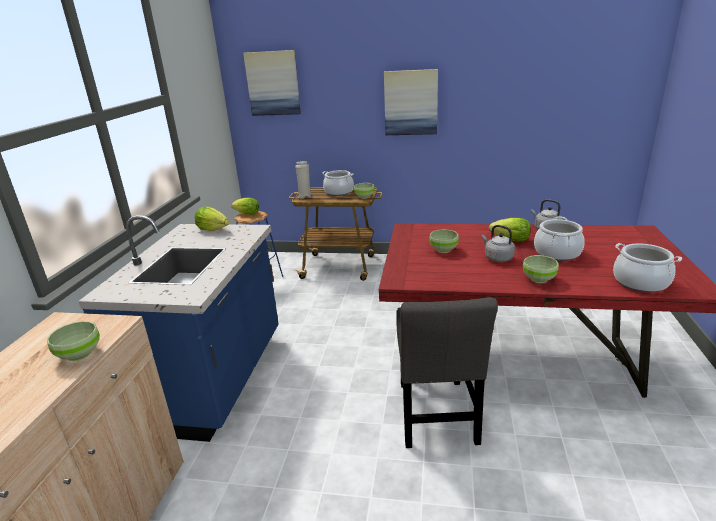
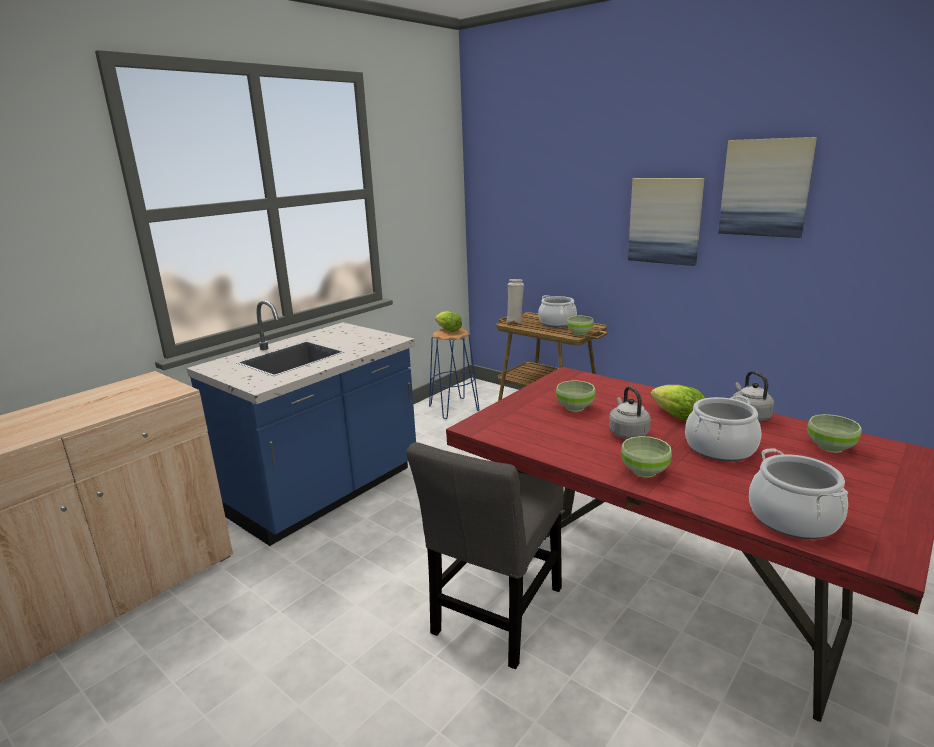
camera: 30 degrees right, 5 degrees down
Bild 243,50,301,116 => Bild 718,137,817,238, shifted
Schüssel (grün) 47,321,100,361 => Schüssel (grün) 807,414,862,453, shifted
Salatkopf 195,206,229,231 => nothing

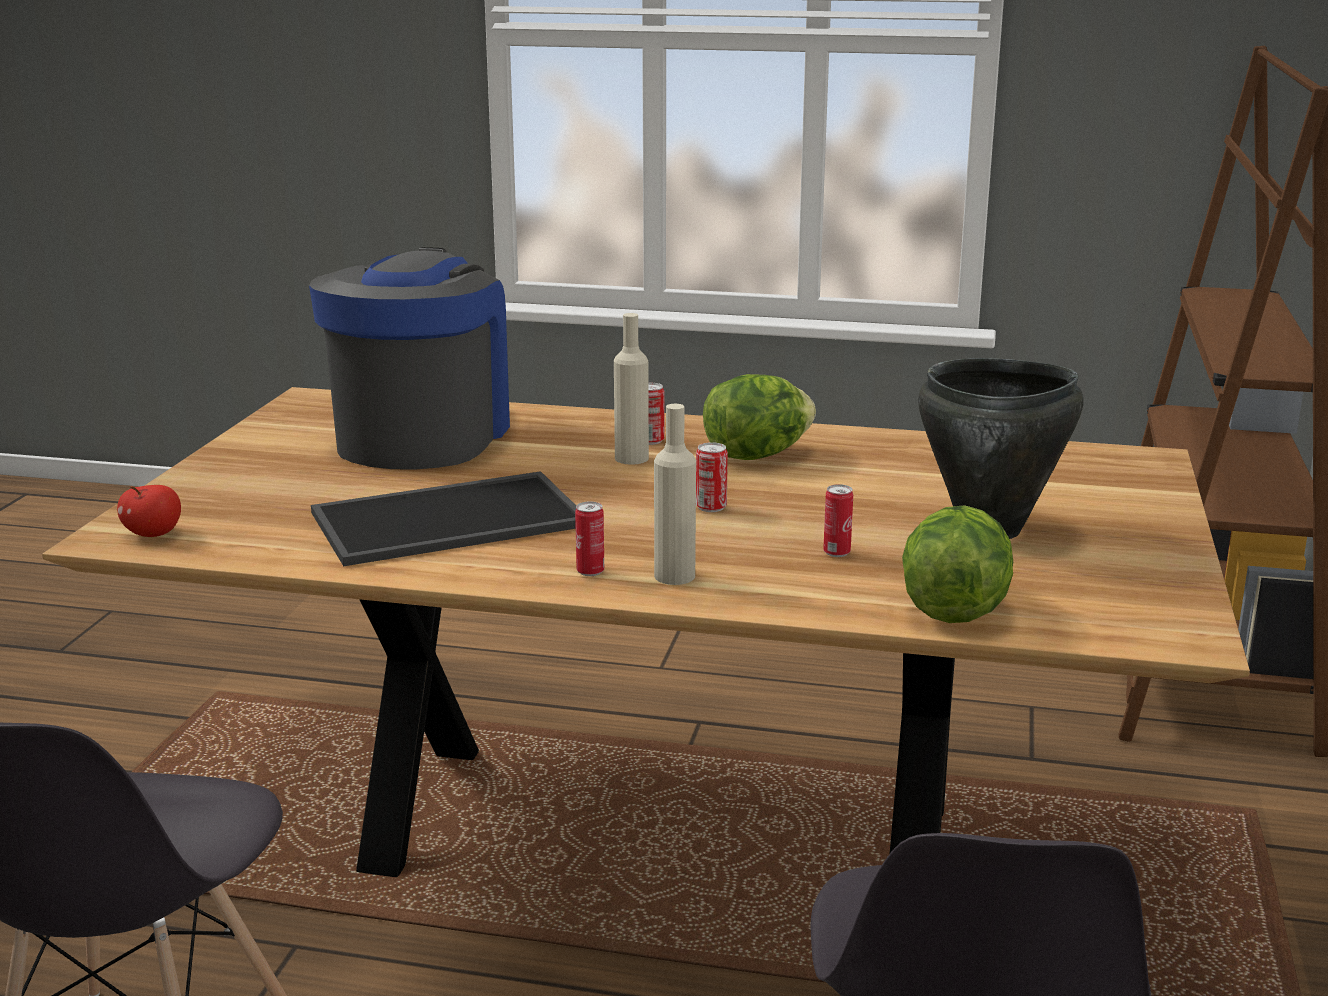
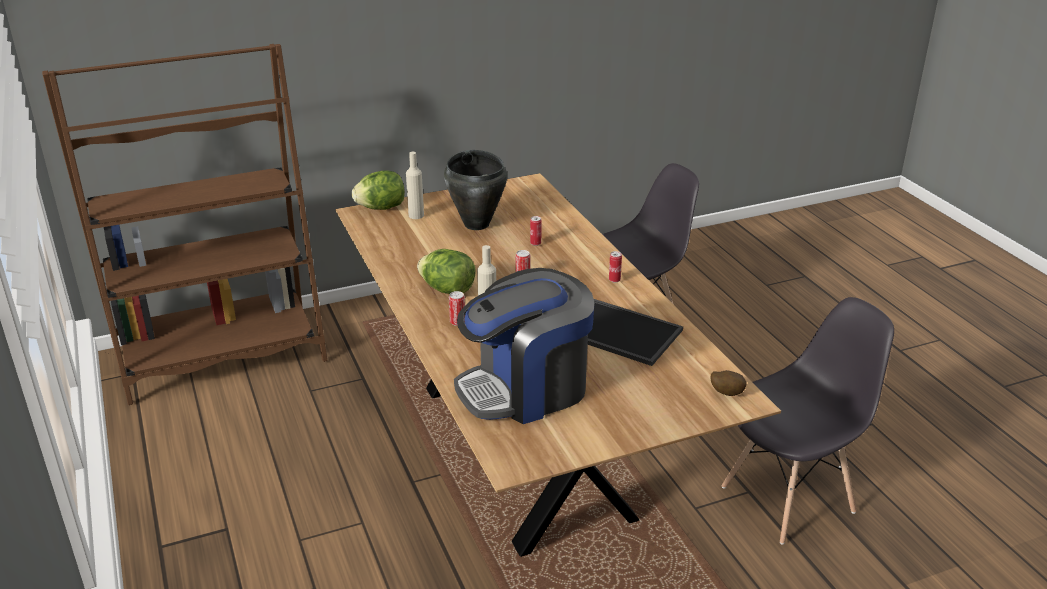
camera: 125 degrees left, 10 degrees up
Salatkopf 902,505,1013,623 => Salatkopf 352,170,405,210, shifted
Flasche (beige) 654,404,696,585 => Flasche (beige) 406,152,424,219, shifted
Apfel 117,485,181,537 => Kartoffel 711,370,747,396

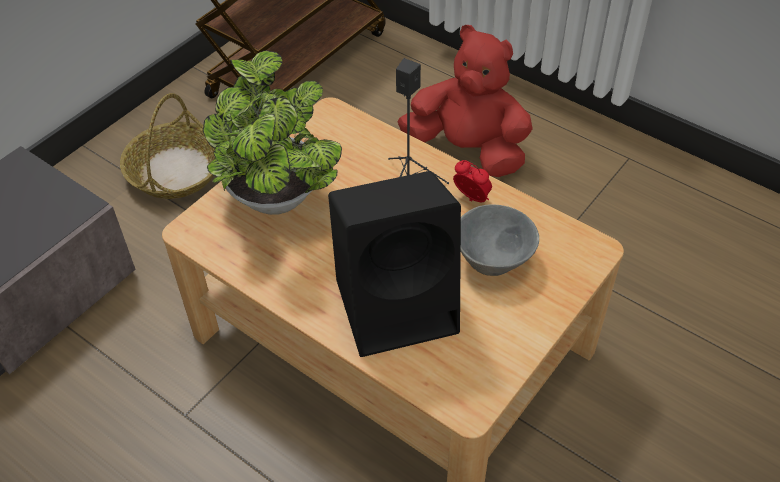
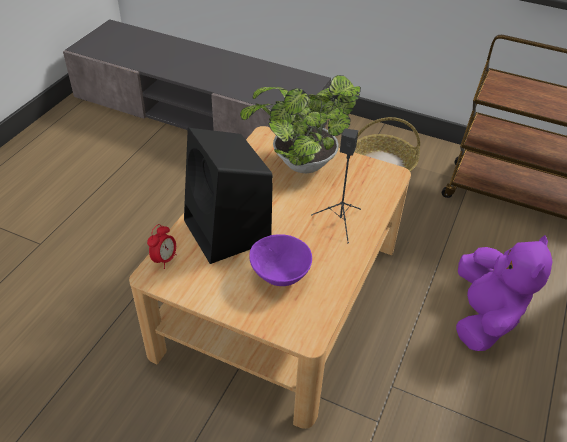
camera: 75 degrees right, 5 degrees down
Wecker 453,160,492,202 => Wecker 147,224,177,269, shifted
Schüssel (grau) 461,204,539,276 => Schüssel (lila) 249,234,312,286
Plüschtier (rot) 397,25,533,177 => Plüschtier (lila) 456,235,552,351

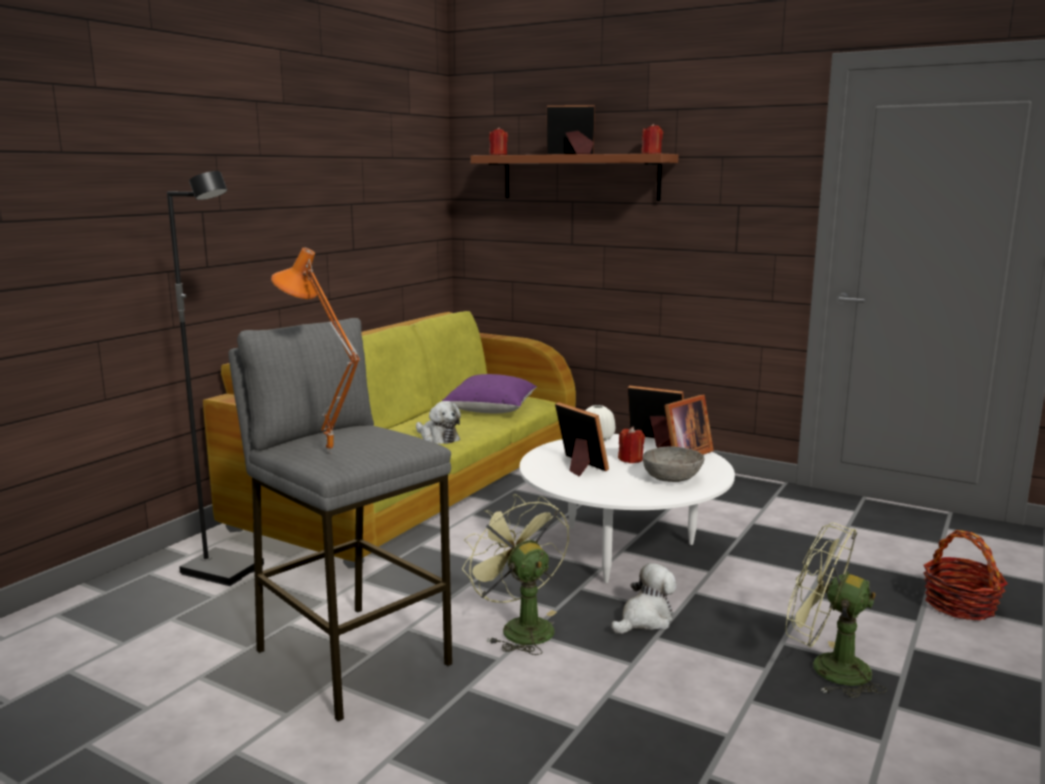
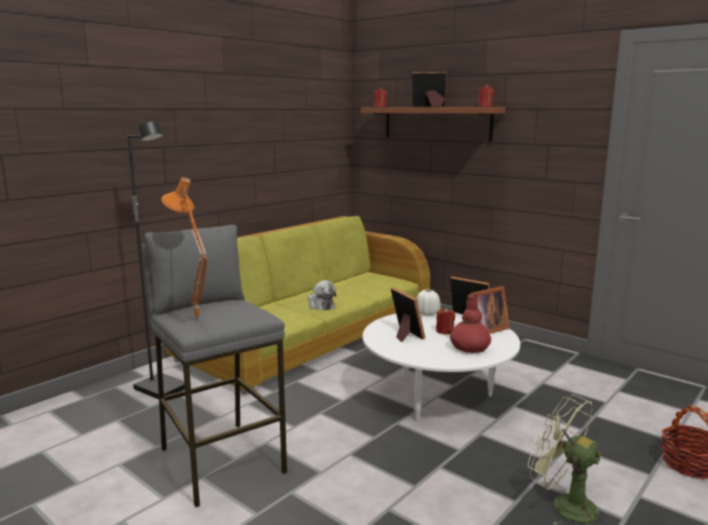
camera: 10 degrees right, 0 degrees up
Schüssel (grau) 642,447,704,482 => Vase (rot) 450,294,491,353
Kissen (lila) 442,374,537,413 => nothing
Ventilator (grün) 462,494,569,655 => nothing
Plüschtier 611,563,677,634 => nothing

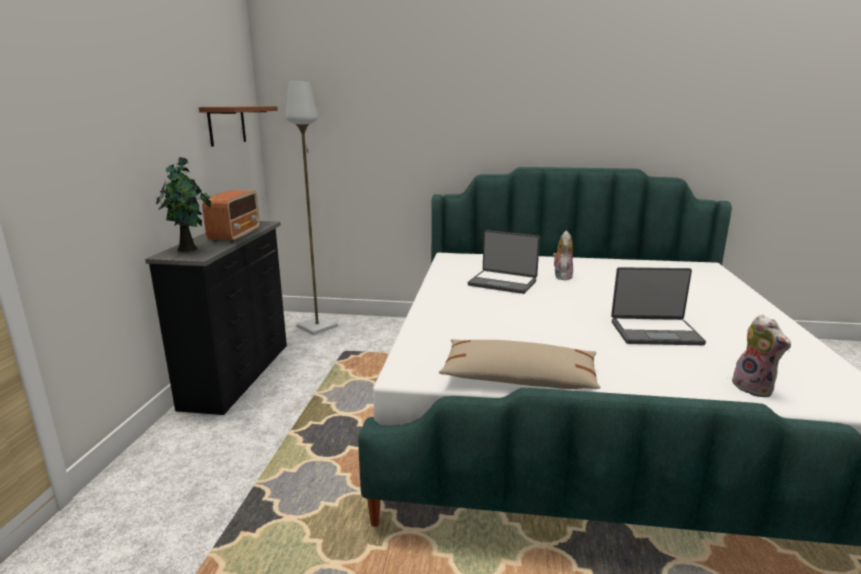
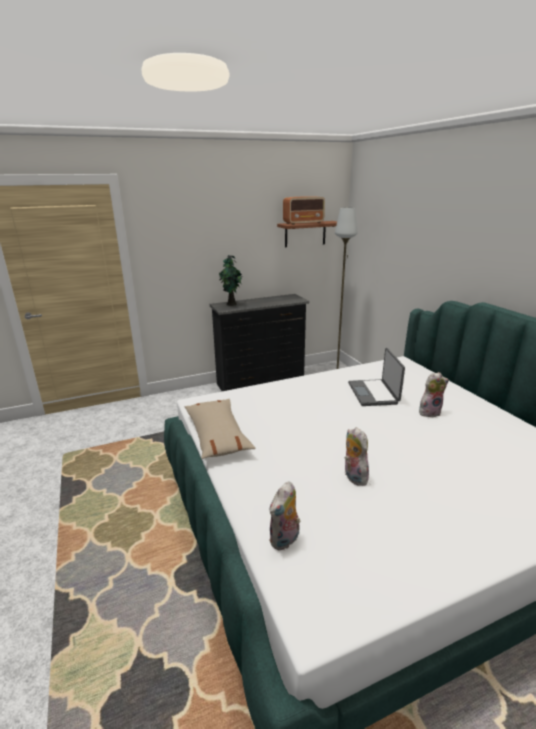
camera: 60 degrees right, 5 degrees up
Radio 202,190,260,242 => Radio 283,196,325,225, shifted
Laptop 611,267,706,345 => Plüschtier 344,427,369,486

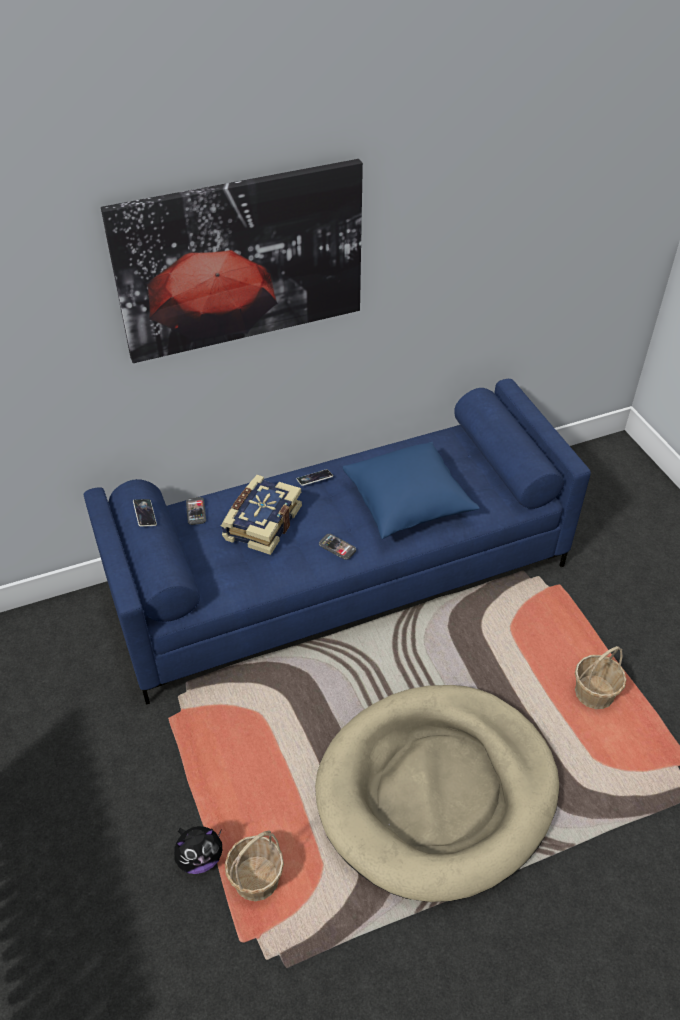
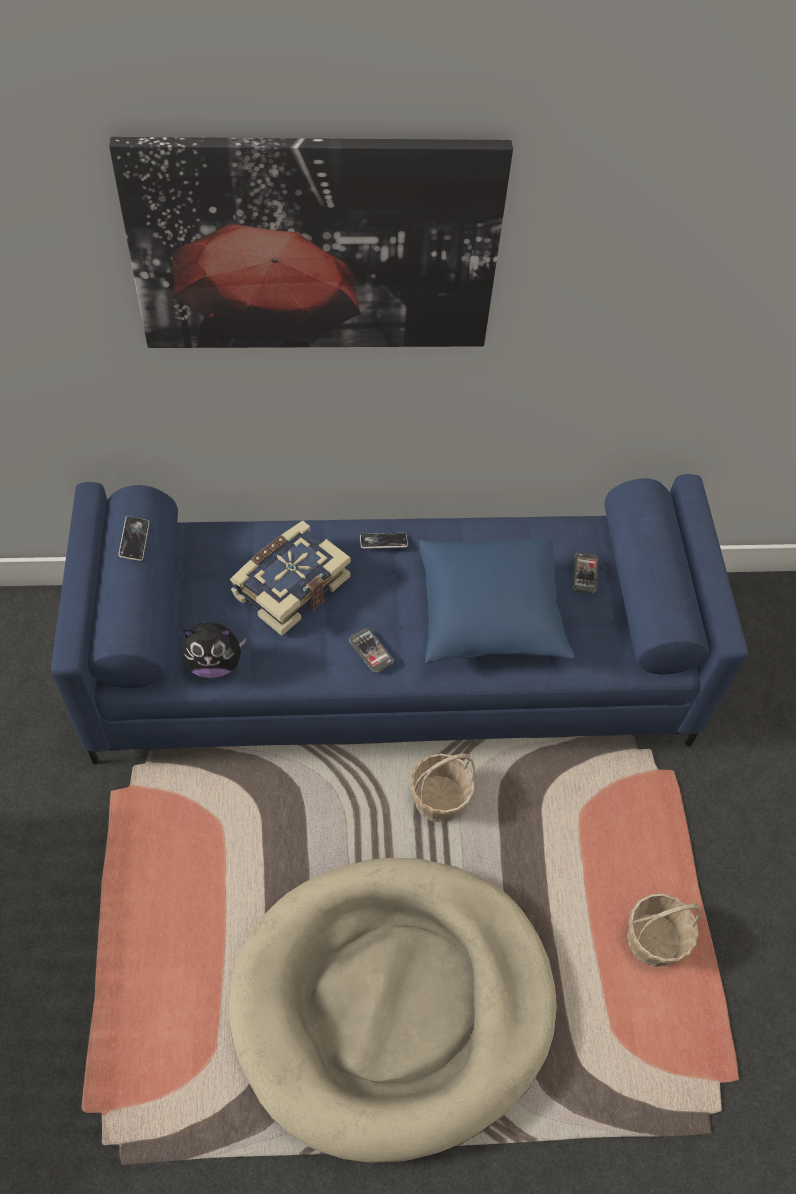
camera: 15 degrees right, 10 degrees up
Plüschtier 174,826,222,874 => Plüschtier 181,622,247,678, shifted
Korb 225,830,284,901 => Korb 410,753,475,823, shifted
Handy 186,497,206,525 => Handy 572,552,599,594, shifted

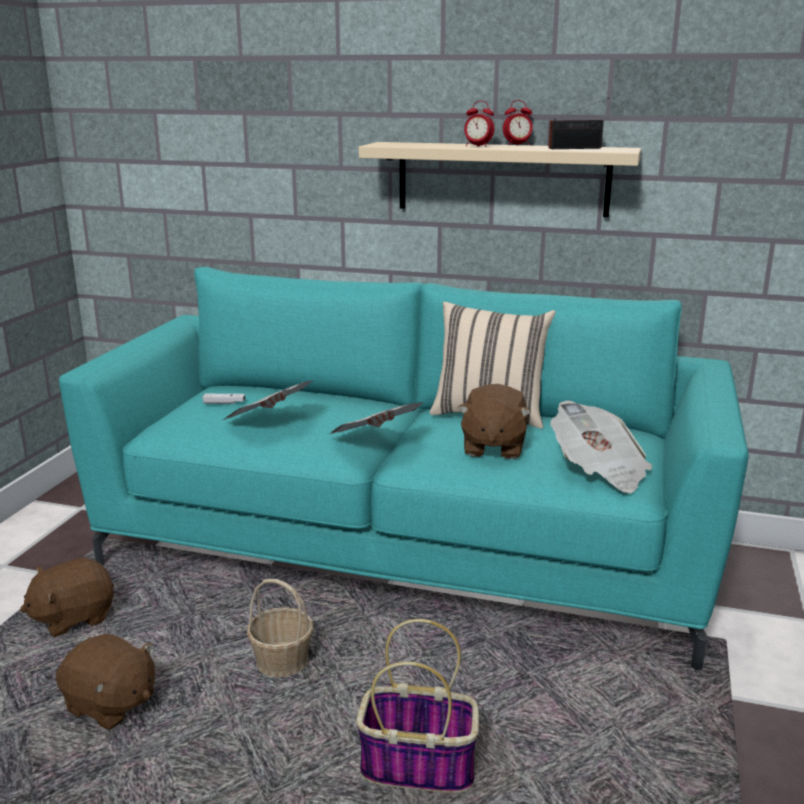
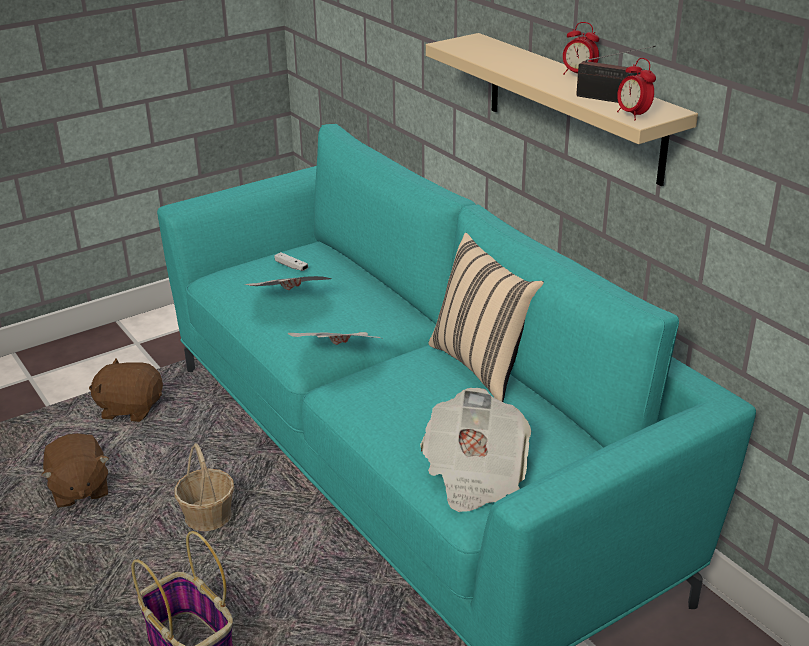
camera: 40 degrees right, 10 degrees up
Wecker 464,101,495,147 => Wecker 617,58,656,120, shifted
Plüschtier (braun) 458,384,531,459 => nothing

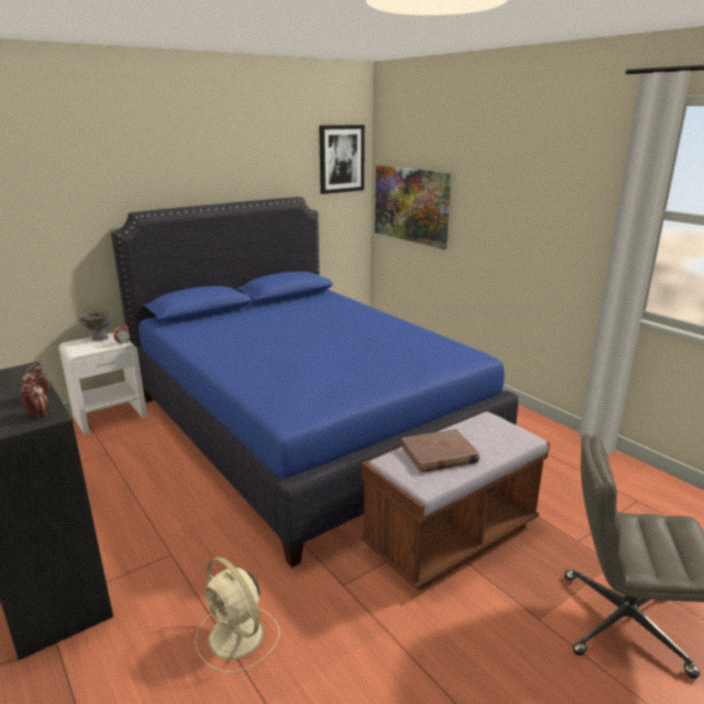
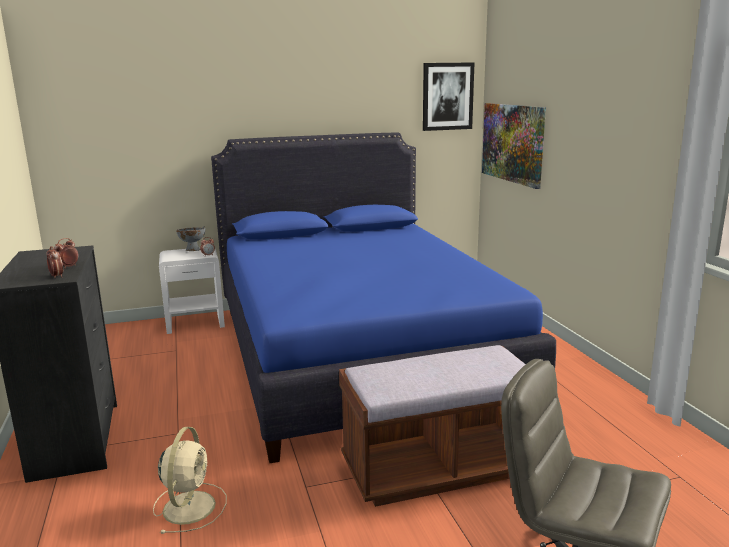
camera: 20 degrees right, 5 degrees down
Ventilator (beige) 195,557,280,673 => Ventilator (beige) 153,427,227,534, 150 degrees counterclockwise
Buch (braun) 402,429,480,473 => nothing

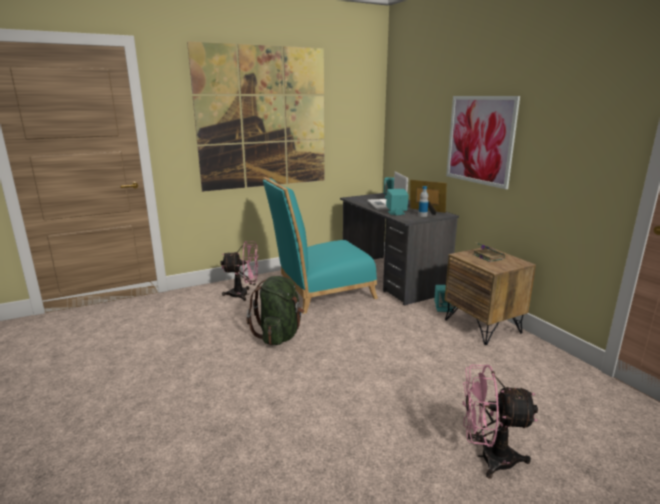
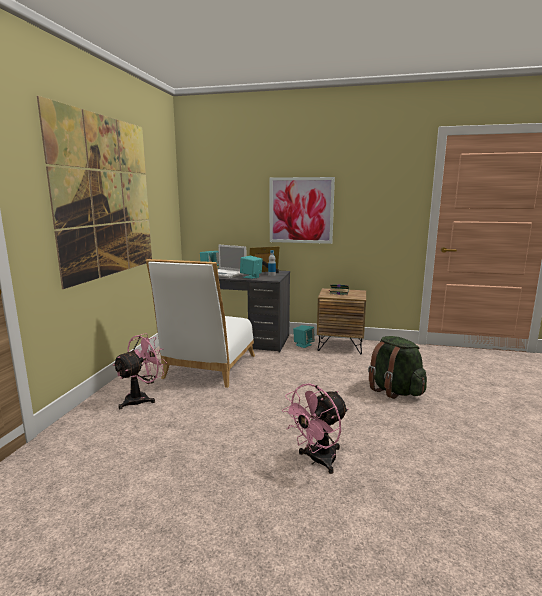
camera: 50 degrees left, 5 degrees down
Stuhl (türkis) 263,177,378,314 => Stuhl (weiß) 146,259,255,388
Ventilator (rosa) 462,364,538,479 => Ventilator (rosa) 282,383,348,474, shifted
Rucksack (grün) 247,276,304,345 => Rucksack (grün) 368,336,427,399, shifted

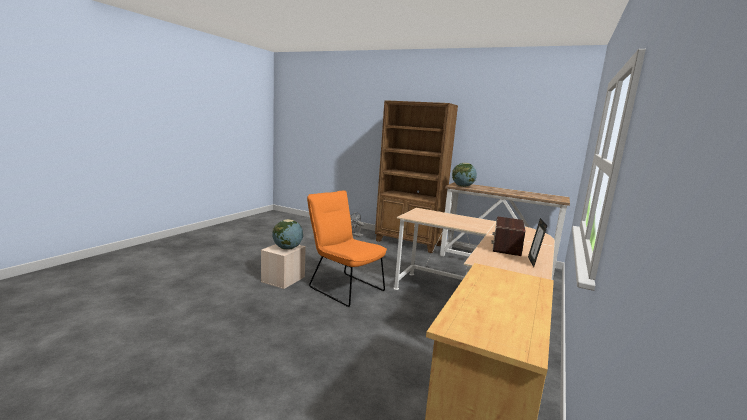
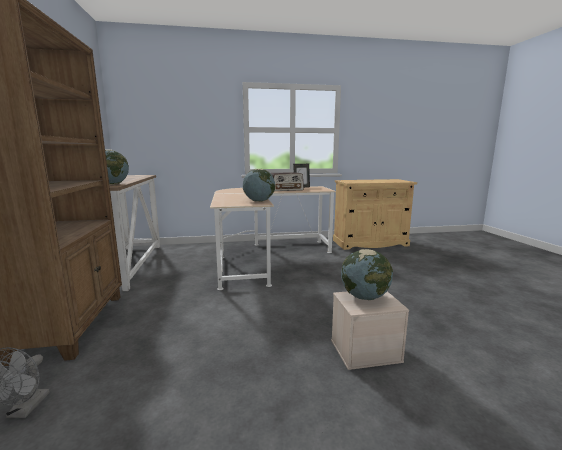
camera: 125 degrees left, 0 degrees up
nothing => Globus 243,169,275,202
Stuhl (orange) 307,191,387,307 => nothing

